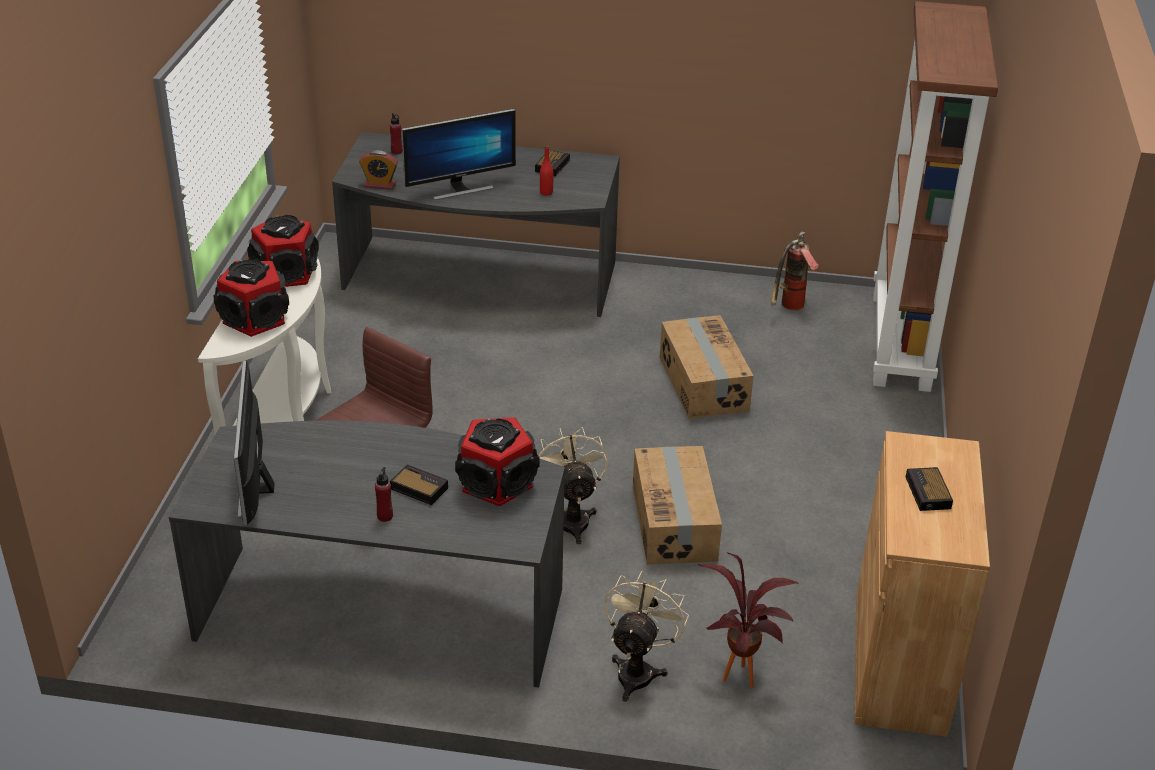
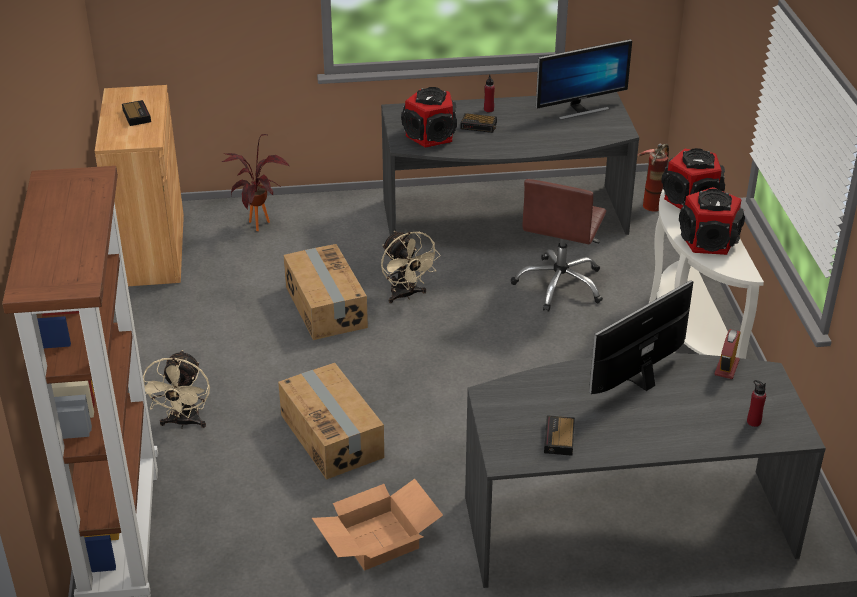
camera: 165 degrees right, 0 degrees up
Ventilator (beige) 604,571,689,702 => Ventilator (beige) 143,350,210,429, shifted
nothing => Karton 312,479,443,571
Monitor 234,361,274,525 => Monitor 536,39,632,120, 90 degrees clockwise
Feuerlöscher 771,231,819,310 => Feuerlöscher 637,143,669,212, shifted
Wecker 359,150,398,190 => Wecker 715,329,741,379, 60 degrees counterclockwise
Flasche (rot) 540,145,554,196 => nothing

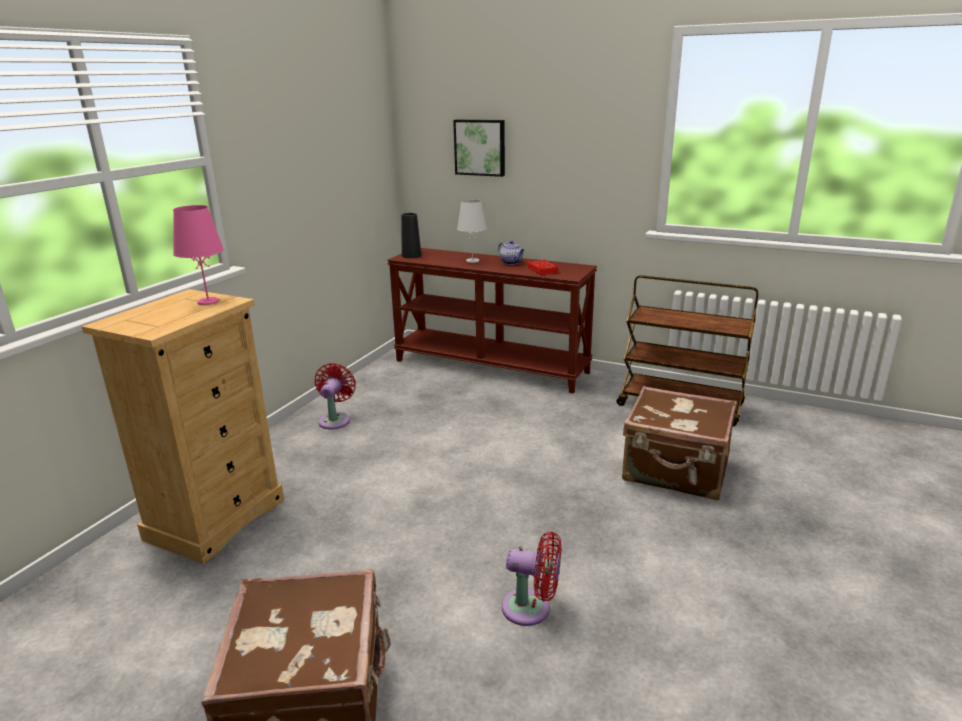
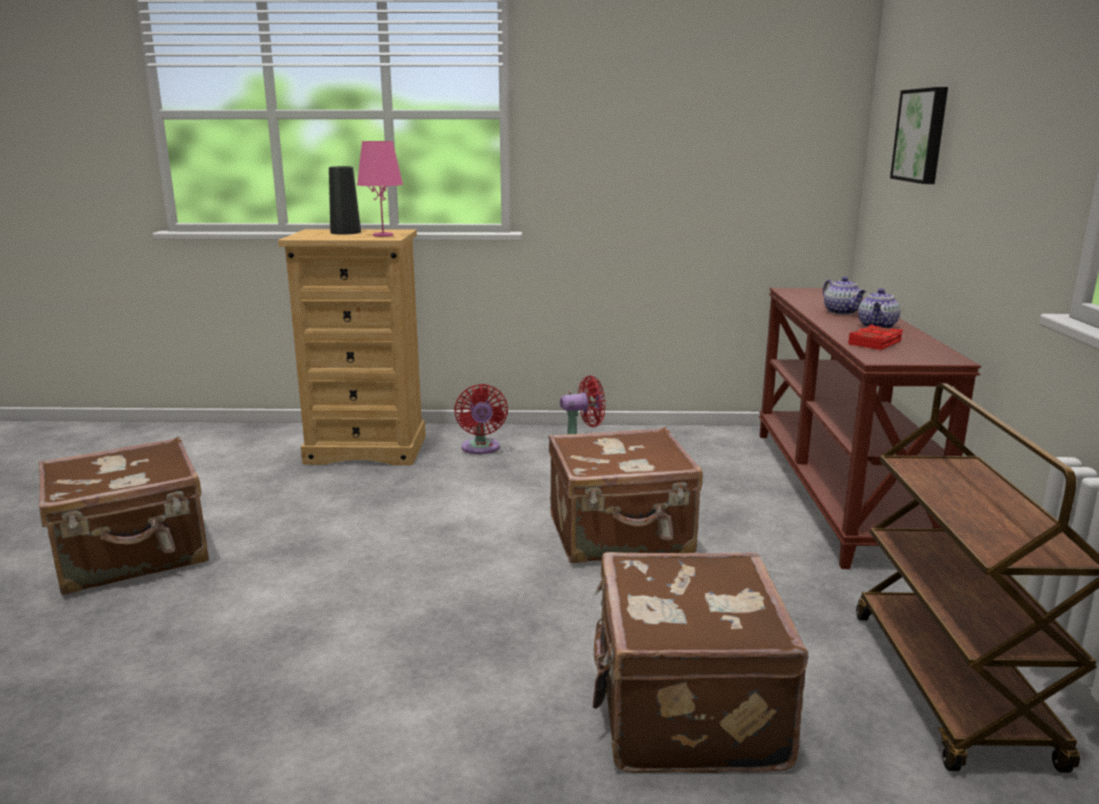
camera: 65 degrees right, 5 degrees down
Vase (schwarz) 401,213,421,258 => Vase (schwarz) 329,166,361,235, shifted
Ventilator (rot) 502,531,561,626 => Ventilator (rot) 454,384,508,454, shifted
nothing => Koffer (braun) 548,427,703,563
Tischlampe (weiß) 457,199,487,263 => Teekanne 823,277,866,315

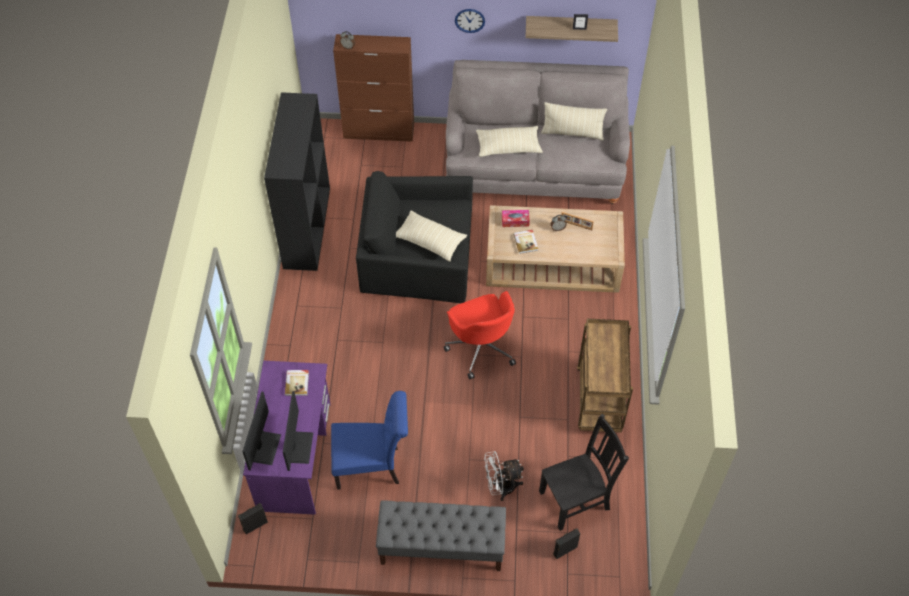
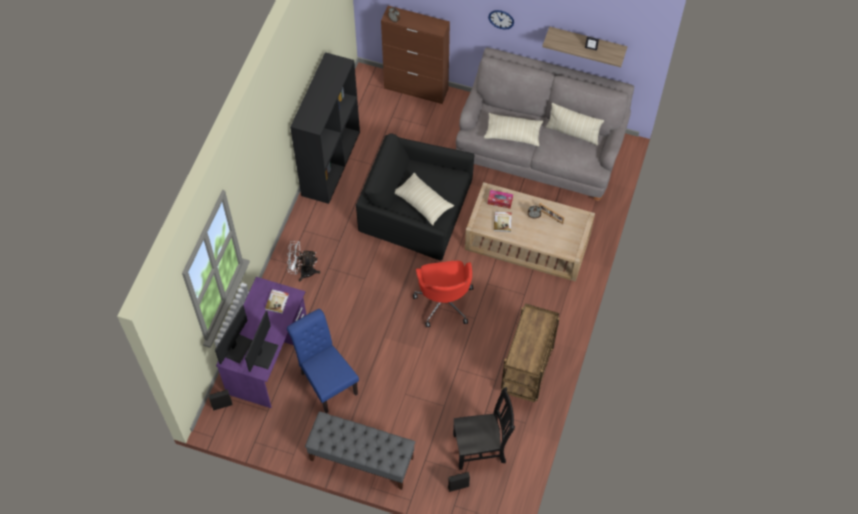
camera: 15 degrees right, 5 degrees up
Ventilator (weiß) 484,451,524,501 => Ventilator (weiß) 287,241,320,282, shifted
Stuhl (blau) 331,391,408,490 => Stuhl (blau) 287,309,359,413, 135 degrees counterclockwise

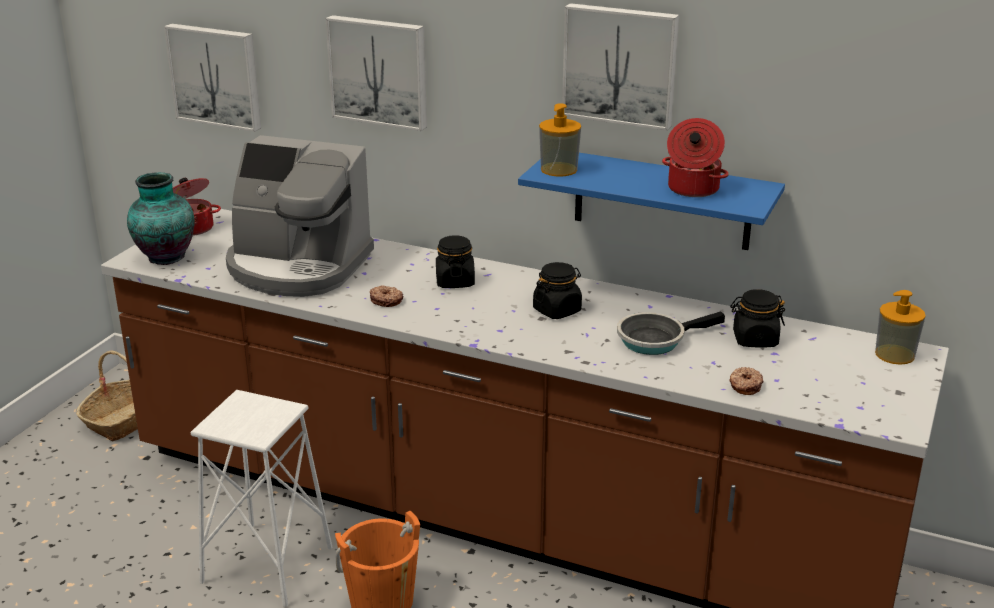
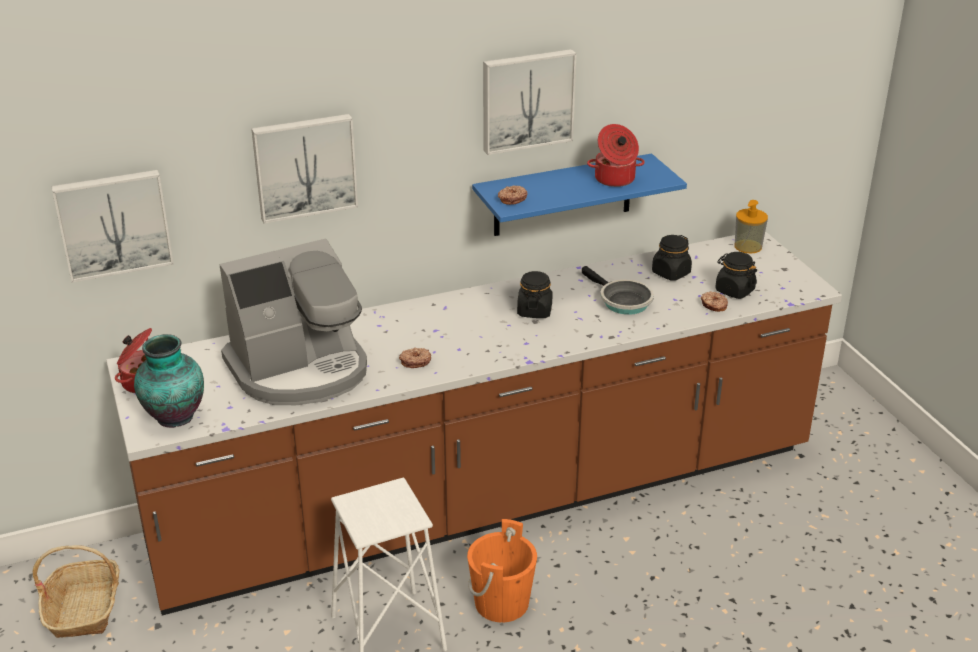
camera: 45 degrees left, 5 degrees up
Seifenspender 539,103,581,177 => Donut 498,185,527,205
Pfanne 617,311,725,355 => Pfanne 582,266,654,315, 60 degrees counterclockwise
Vorratsglas (schwarz) 436,235,475,288 => Vorratsglas (schwarz) 715,252,757,299, shifted

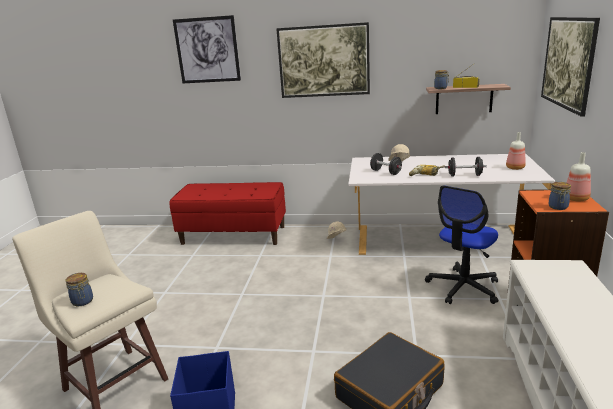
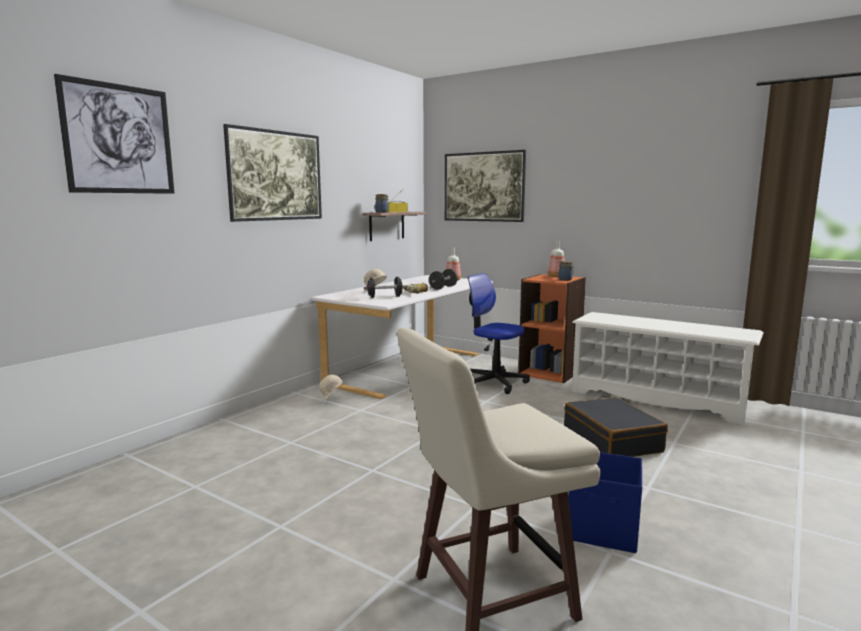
camera: 65 degrees left, 10 degrees down
Bürostuhl 425,185,498,304 => Bürostuhl 468,273,530,394, 150 degrees clockwise
Vorratsglas 66,273,93,307 => nothing
Bank (rot) 169,182,286,245 => nothing

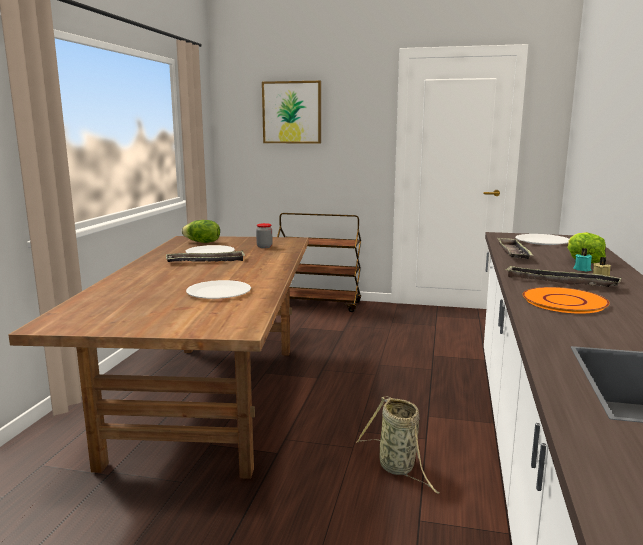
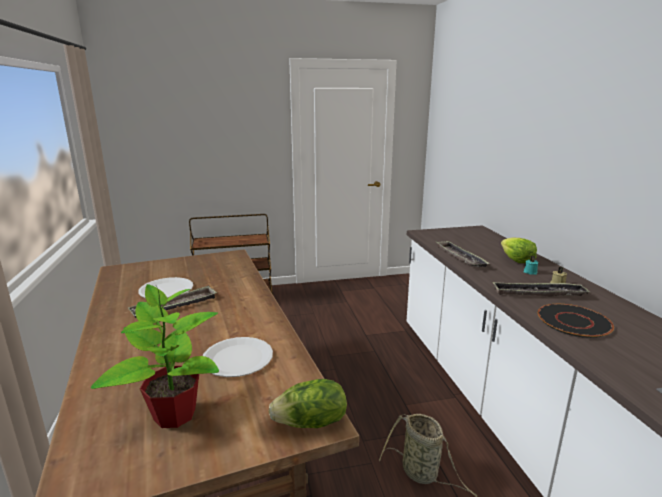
camera: 25 degrees left, 5 degrees up
nothing => Topfpflanze 91,284,219,428
Salatkopf 182,220,220,243 => Salatkopf 269,379,347,428, shifted
Teller (orange) 522,287,610,314 => Teller (schwarz) 538,304,614,338
Vorratsglas 256,223,273,248 => nothing
Bild 262,81,321,144 => nothing
Teller (weiß) 515,234,569,245 => nothing

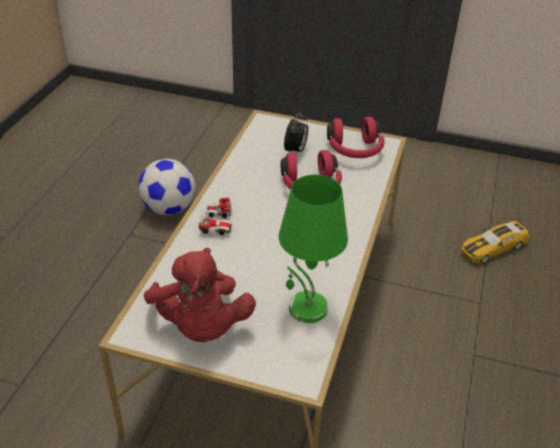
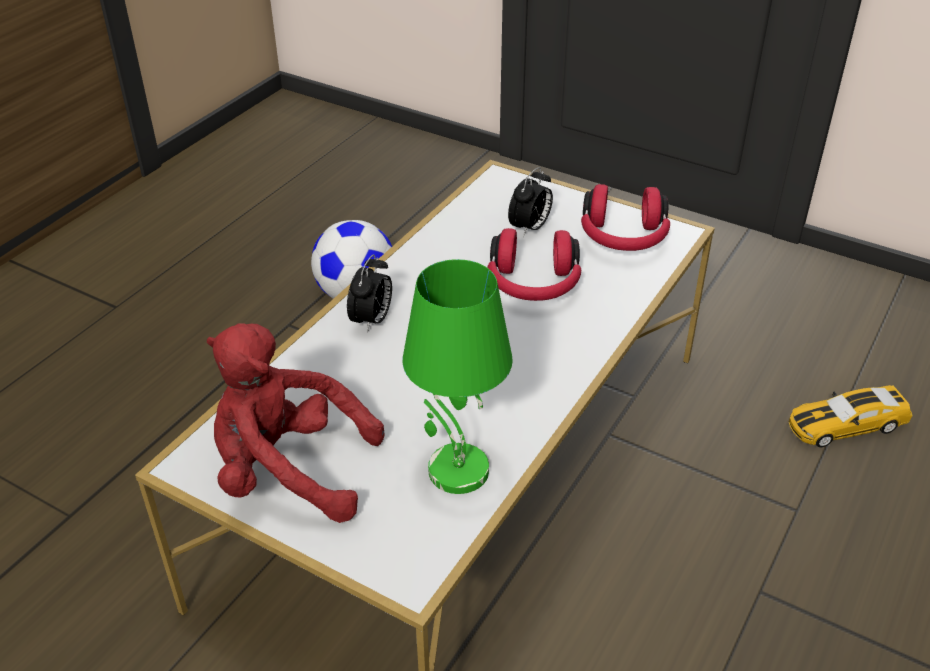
camera: 15 degrees right, 0 degrees up
Plüschtier (rot) 144,248,256,342 => Plüschtier (rot) 207,323,384,523, 105 degrees clockwise
Spielzeugauto 199,197,232,235 => Wecker 347,254,392,333

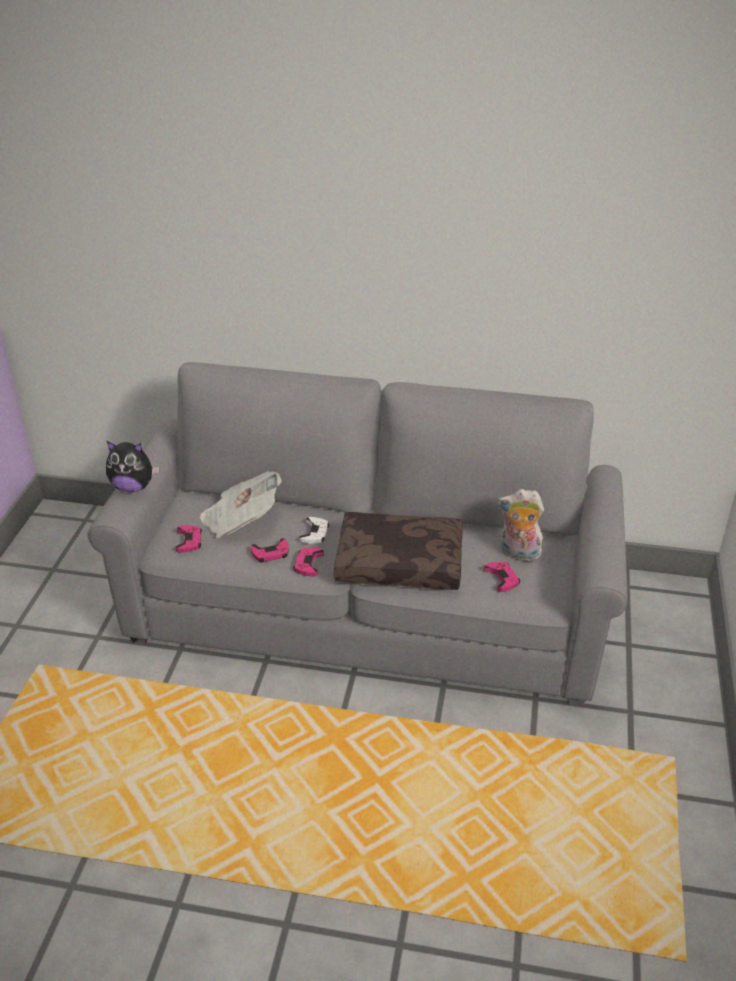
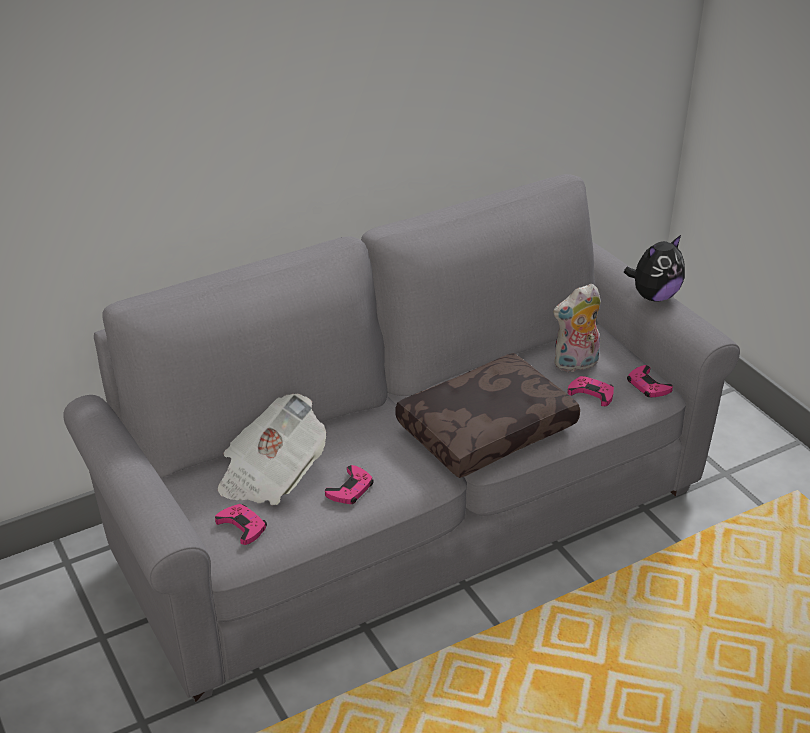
camera: 40 degrees left, 0 degrees up
Plüschtier 106,441,159,492 => Plüschtier 624,235,685,302, shifted
Gamepad (rosa) 293,548,324,576 => Gamepad (rosa) 627,365,673,398, shifted
Gamepad (weiß) 299,517,329,544 => nothing

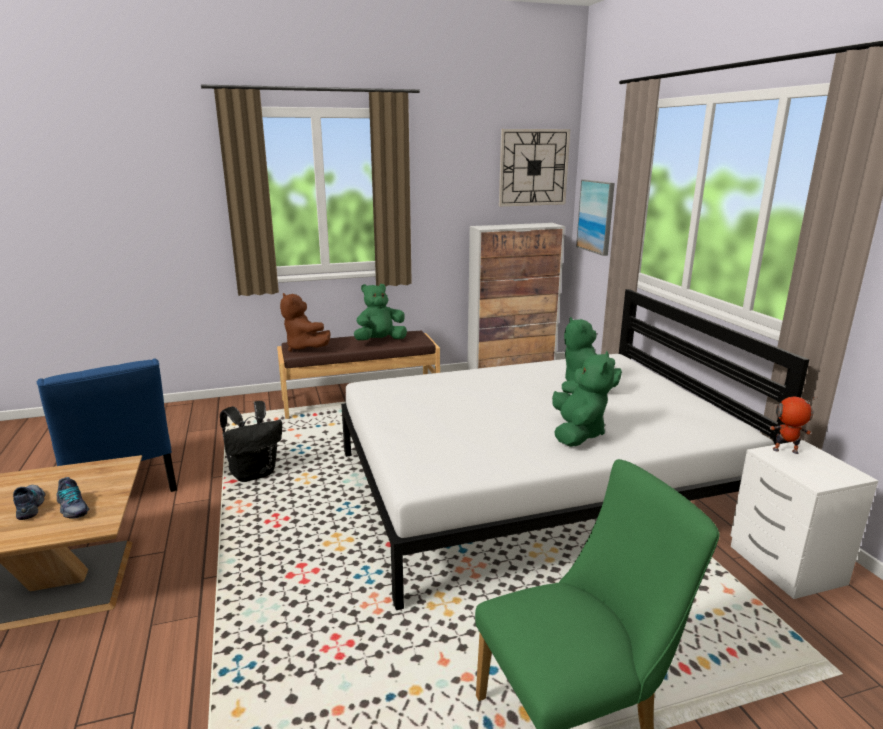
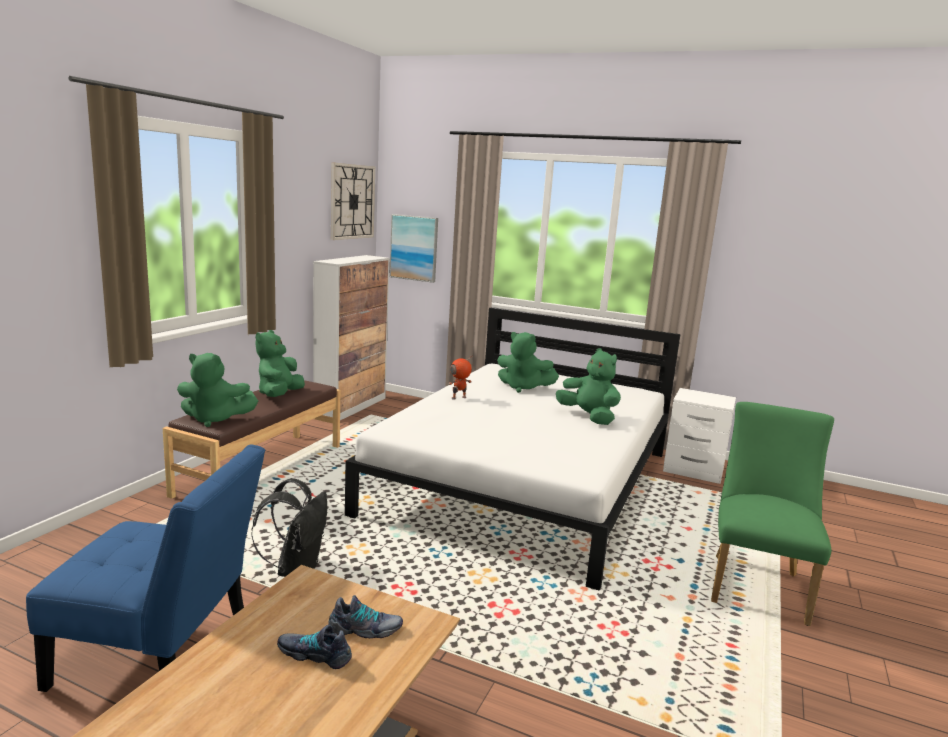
camera: 50 degrees left, 5 degrees down
Plüschtier (braun) 280,293,331,352 => Plüschtier (grün) 177,353,258,427
Spielzeugroboter 770,396,817,454 => Spielzeugroboter 449,356,473,400, shifted

